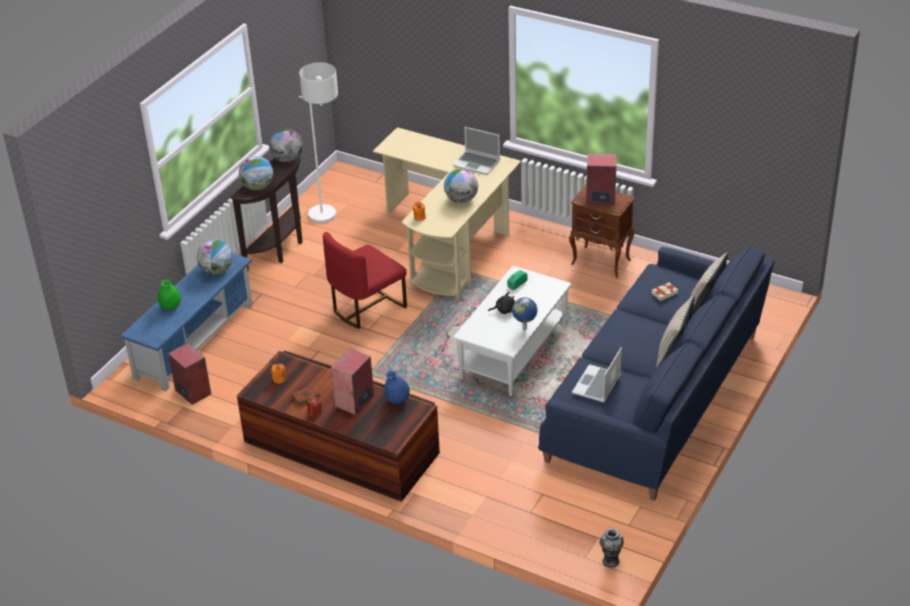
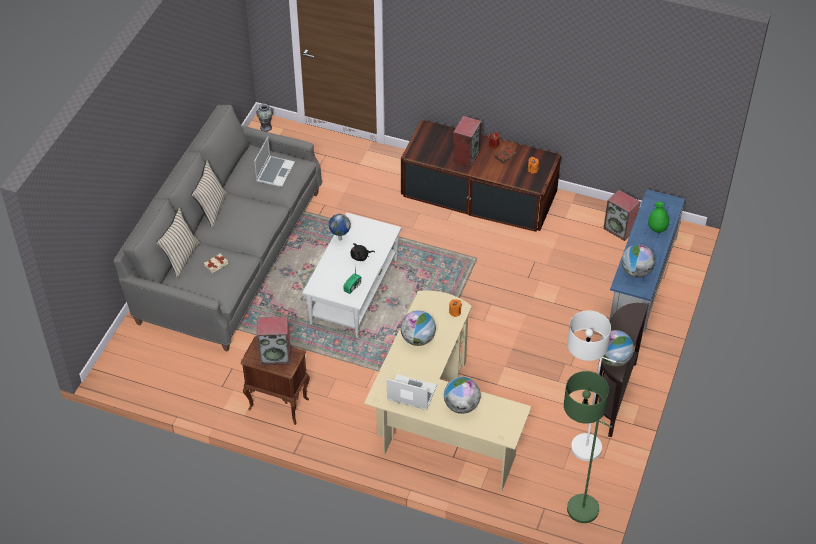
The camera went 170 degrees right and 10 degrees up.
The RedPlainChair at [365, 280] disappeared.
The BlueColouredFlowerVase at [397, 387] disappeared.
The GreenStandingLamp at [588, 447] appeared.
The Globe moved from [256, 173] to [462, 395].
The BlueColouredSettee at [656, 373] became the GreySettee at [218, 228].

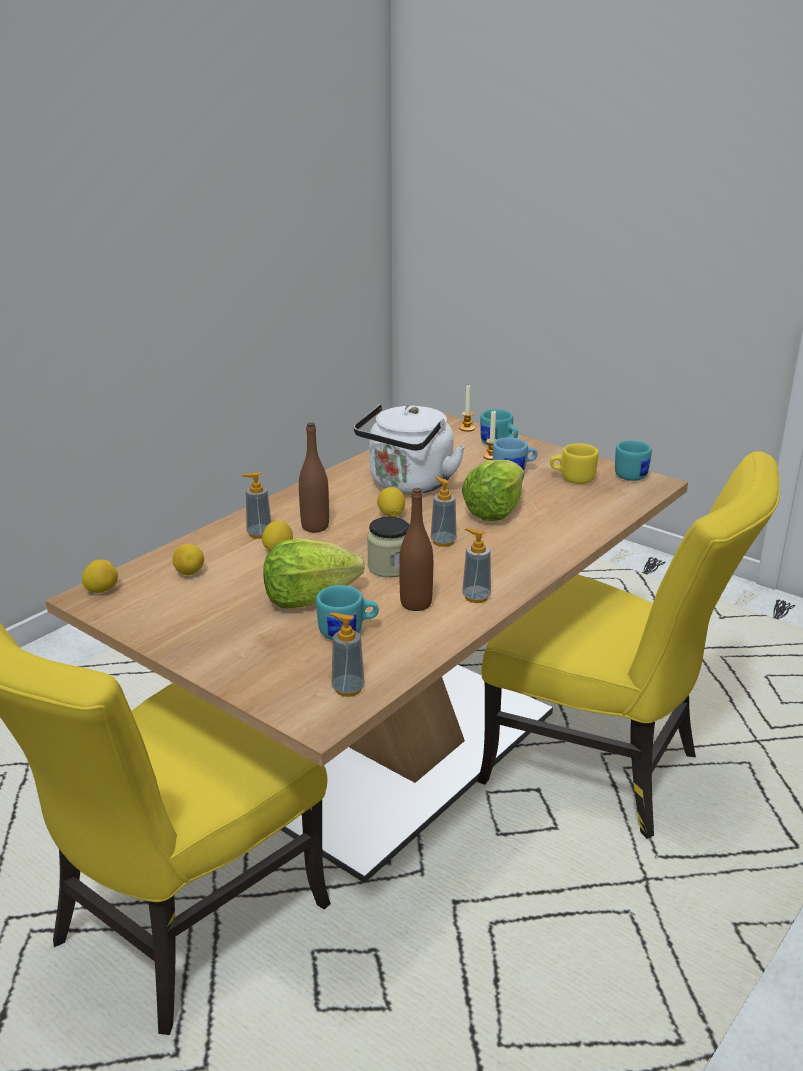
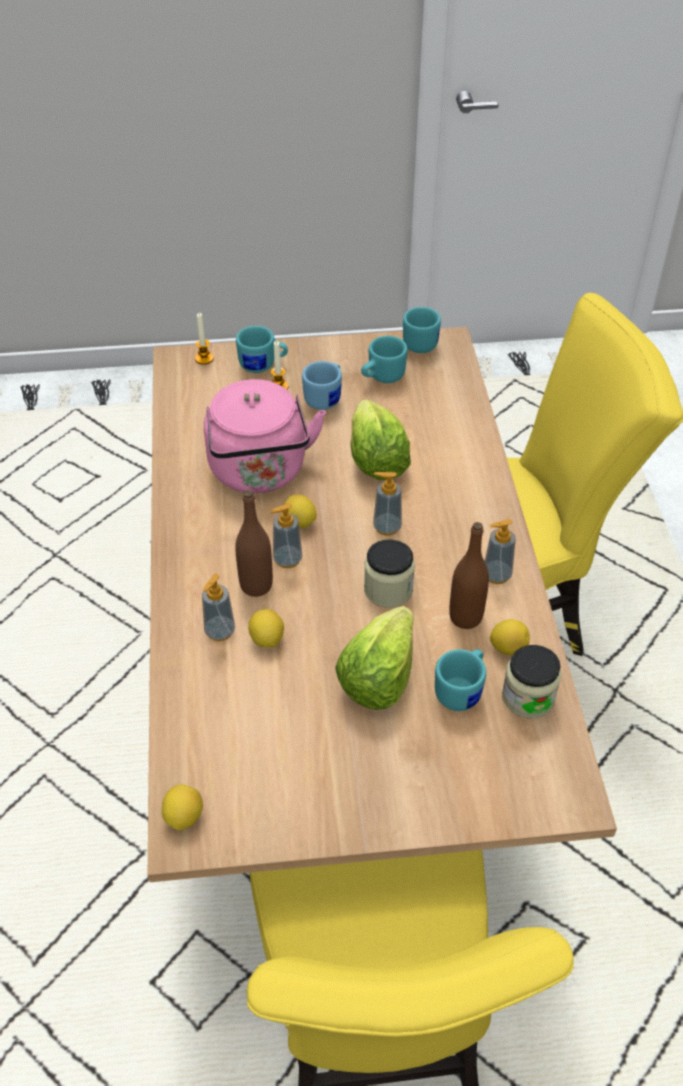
The camera went 45 degrees left and 20 degrees up.
The StorageJar at [531, 681] appeared.
The WholeLemon moved from [188, 559] to [510, 637].
The SoapBottle moved from [347, 655] to [286, 535].
The WhitishTeaKettle at [409, 449] became the PinkishTeaKettle at [265, 436].
The YellowColouredCoffeeMug at [574, 463] became the TurquoiseColouredCoffeeMug at [384, 359].

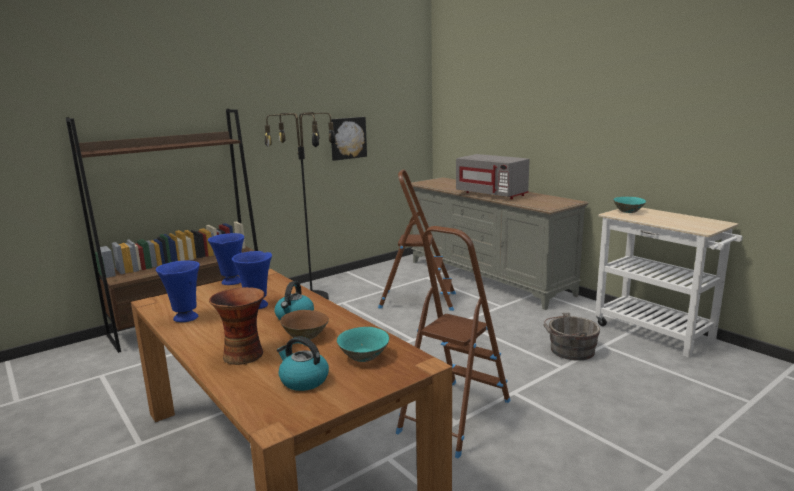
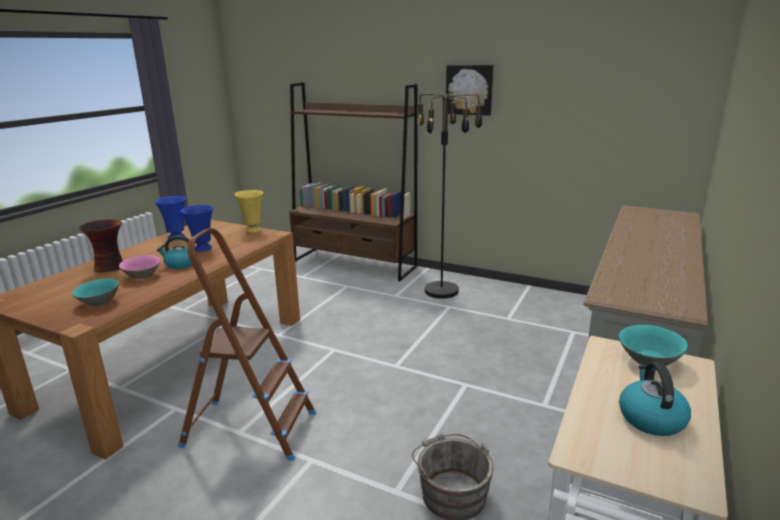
The camera went 65 degrees right and 5 degrees up.
The BrownColouredStepLadder at [417, 240] disappeared.
The GreyMicrowaveOven at [493, 176] disappeared.
The TeaKettle moved from [303, 363] to [655, 399].
The WallPicture moved from [349, 139] to [470, 90].
The BlueColouredFlowerVase at [226, 259] became the YellowColouredFlowerVase at [249, 211].
The BrownColouredBowl at [304, 325] became the PinkishBowl at [139, 267].

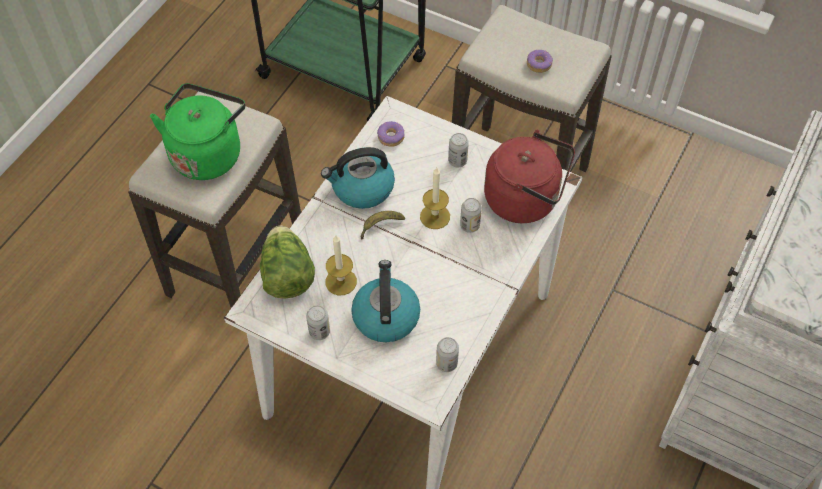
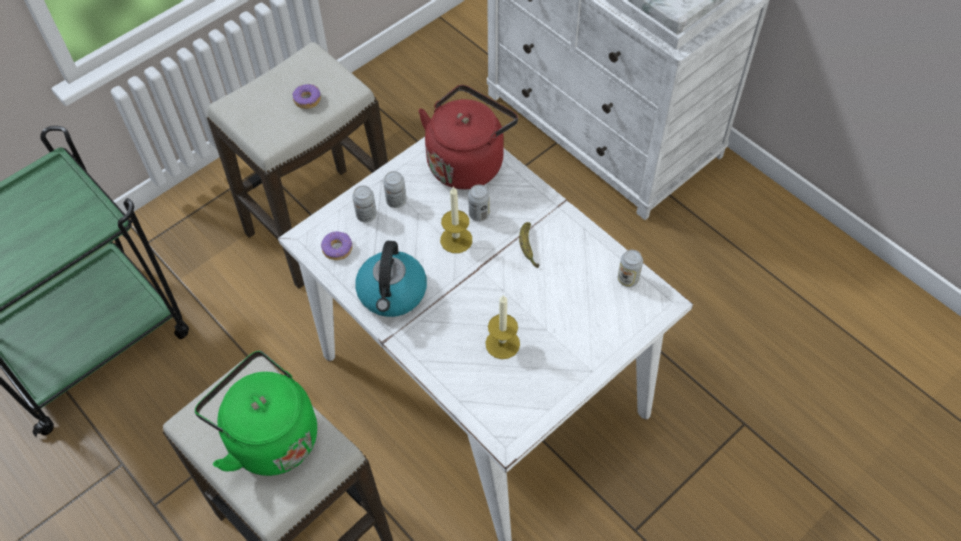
The camera went 70 degrees left and 0 degrees up.
The HeadOfLettuce at [287, 262] disappeared.
The TeaKettle at [385, 301] disappeared.
The SealedCan moved from [318, 322] to [364, 204].
The Banana moved from [382, 225] to [529, 245].

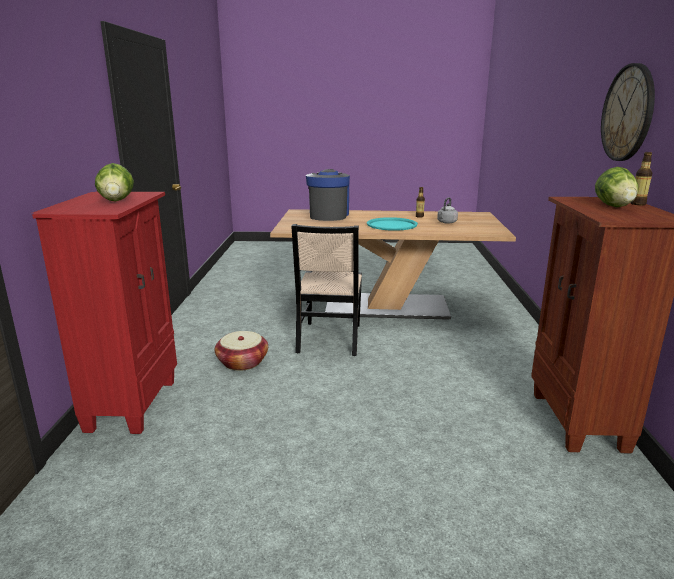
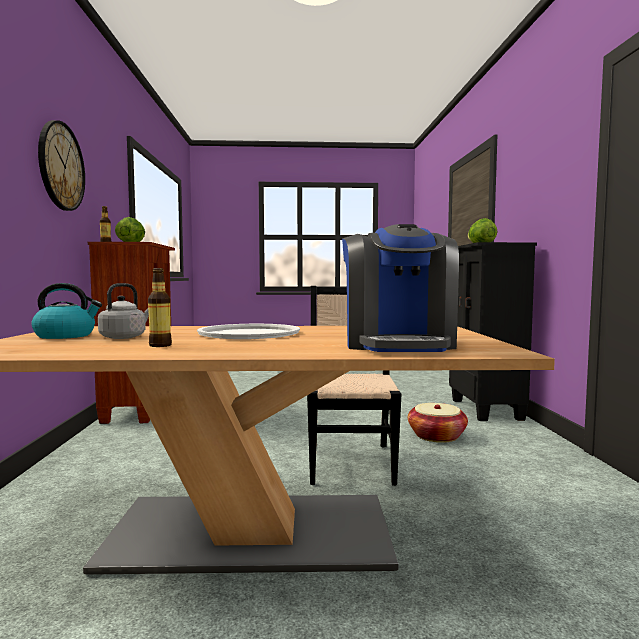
The camera went 175 degrees right and 15 degrees down.
The TeaKettle at [67, 311] appeared.
The RedCabinet at [104, 312] became the BlackColouredCabinet at [493, 331].
The TurquoiseColouredTray at [392, 224] became the WhitishTray at [248, 331].

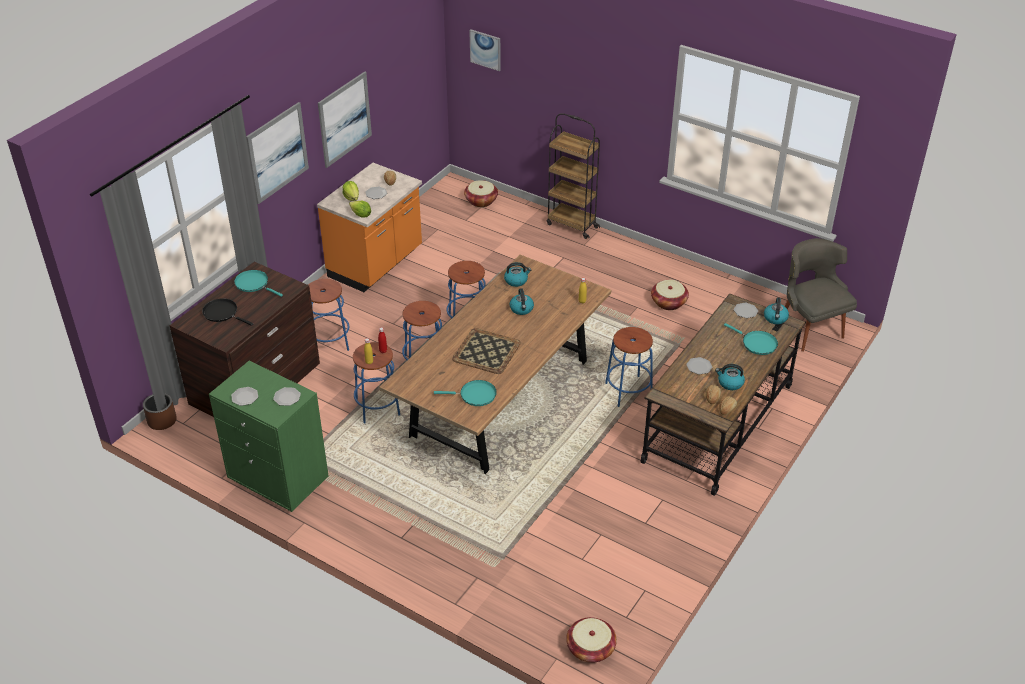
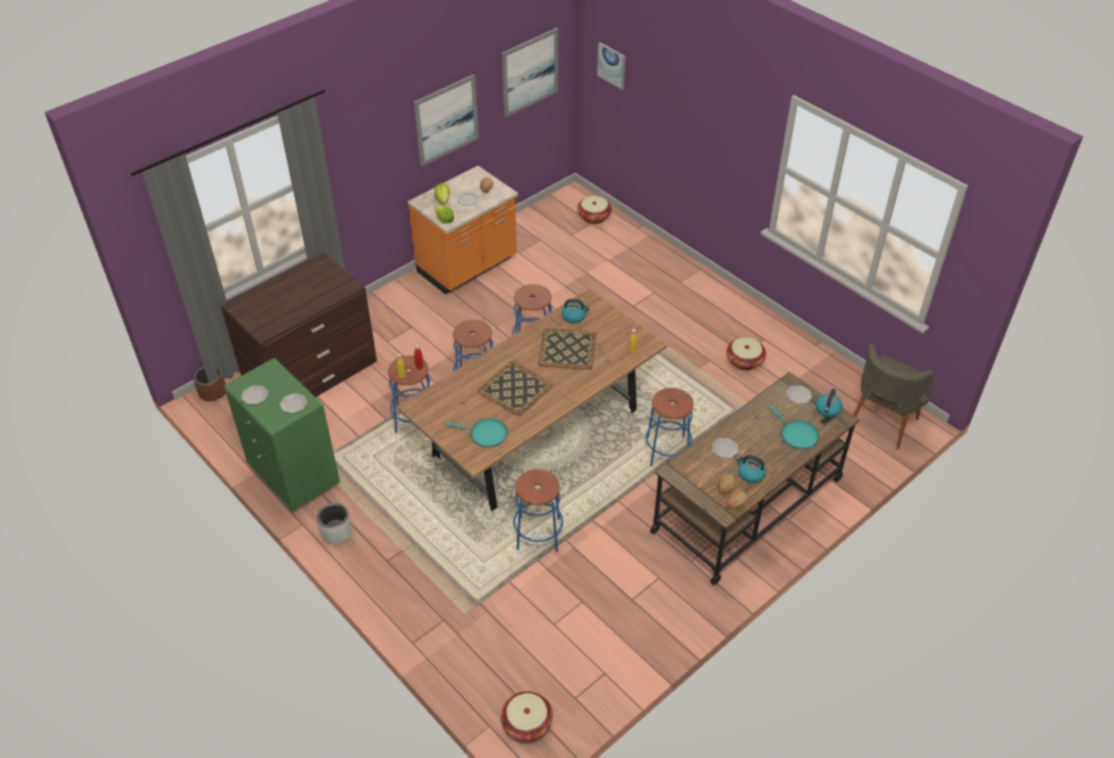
The camera went 15 degrees right and 5 degrees up.
The BlackColouredFryingPan at [227, 312] disappeared.
The TurquoiseColouredFryingPan at [258, 283] disappeared.
The BrownColouredWheeledCart at [573, 176] disappeared.
The GreyPlanter at [334, 523] appeared.
The WallPicture moved from [277, 153] to [530, 72].
The BlueColouredSittingStool moved from [328, 315] to [538, 510].
The TeaKettle at [522, 301] was replaced by the Tray at [567, 349].
The GreyPlainChair at [821, 295] turned 135 degrees counterclockwise.

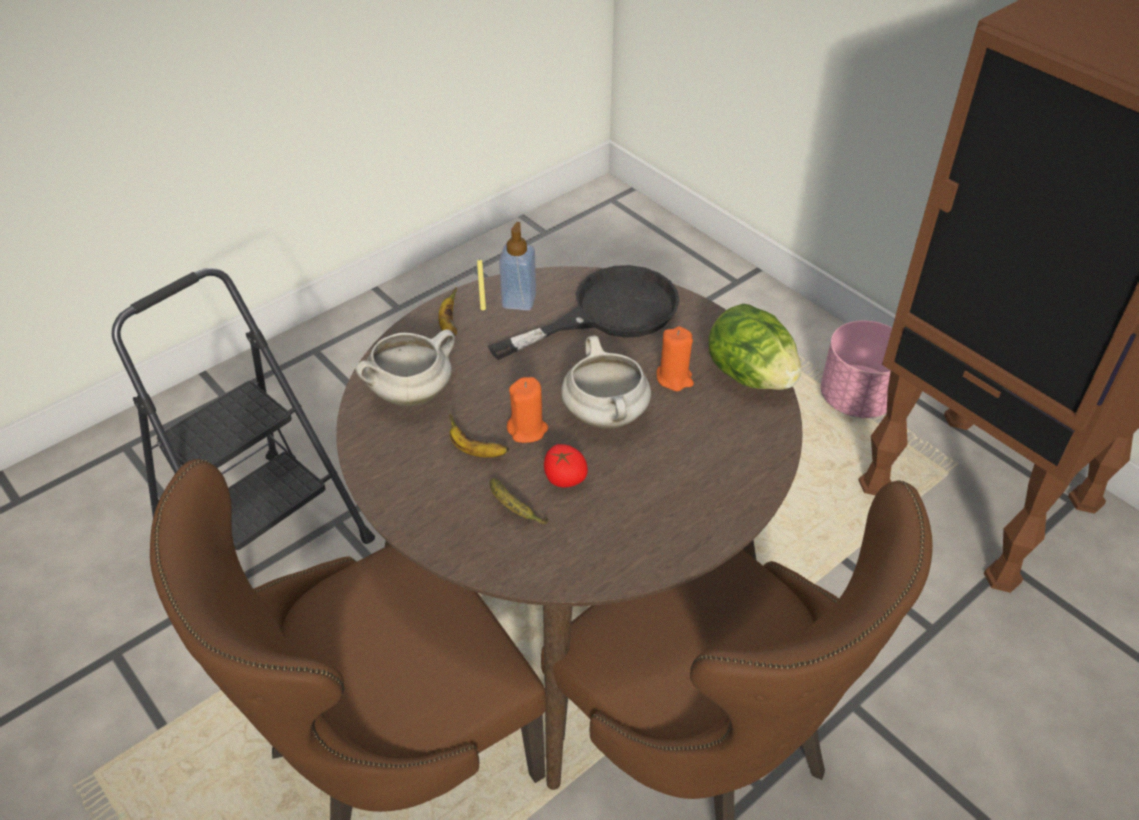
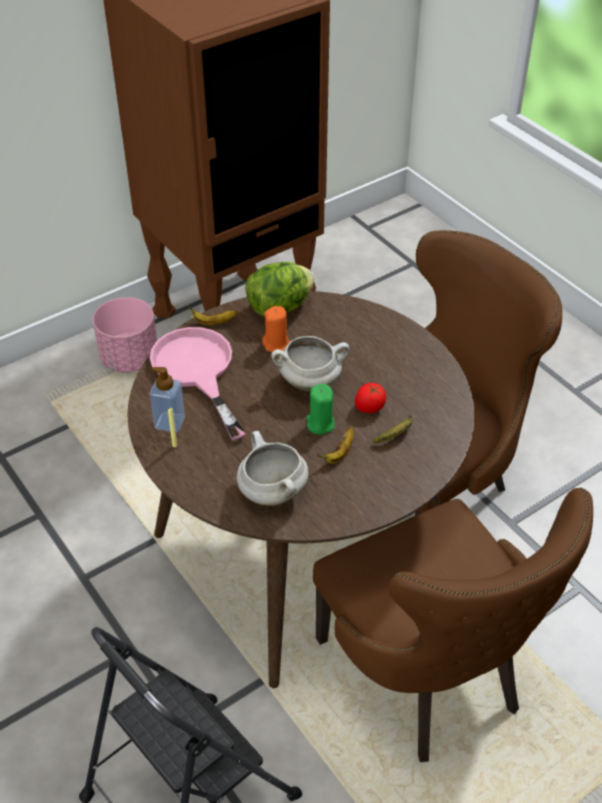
The camera went 85 degrees left and 0 degrees up.
The Banana moved from [447, 312] to [212, 315].
The BlackColouredFryingPan at [584, 312] became the PinkishFryingPan at [198, 383].
The OrangeWaxCandle at [527, 410] became the GreenWaxCandle at [320, 409].

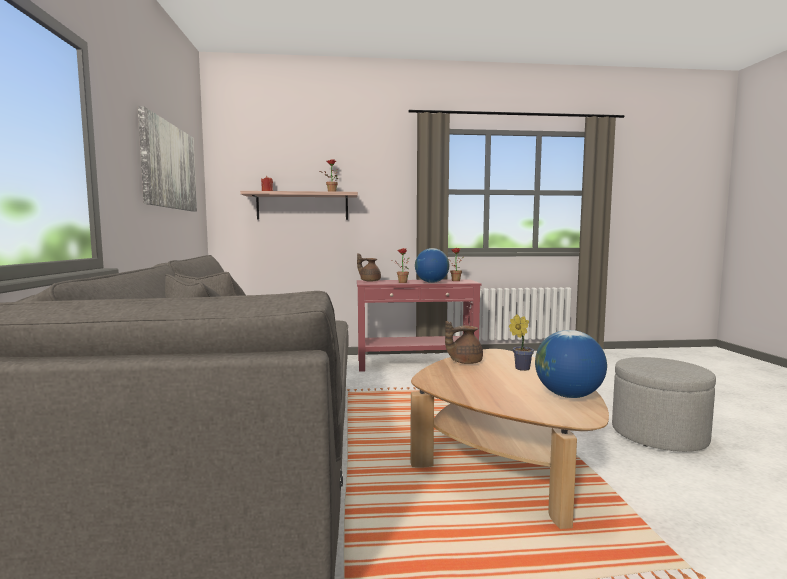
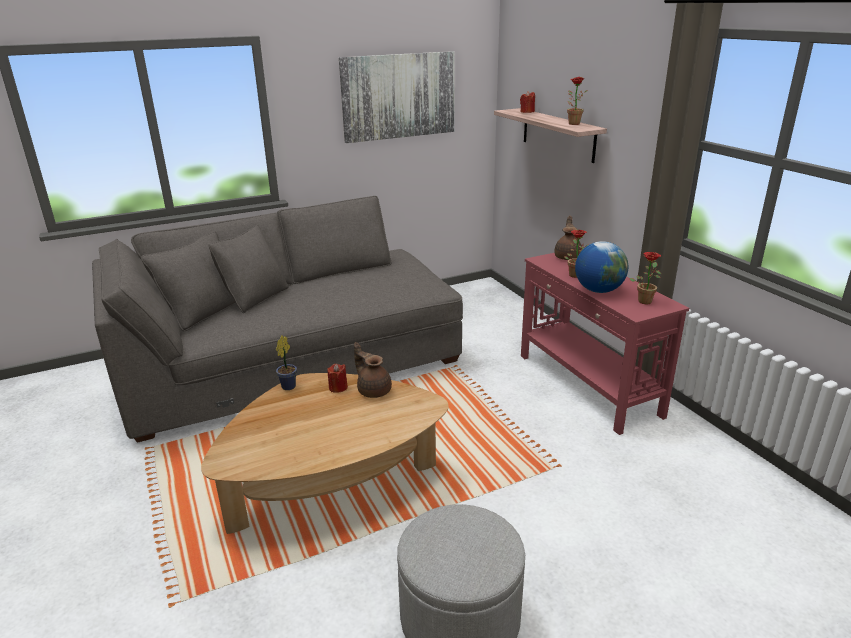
The camera went 70 degrees right and 20 degrees up.
The Globe at [571, 364] disappeared.
The RedWaxCandle at [337, 378] appeared.
The PottedPlant moved from [521, 342] to [286, 362].

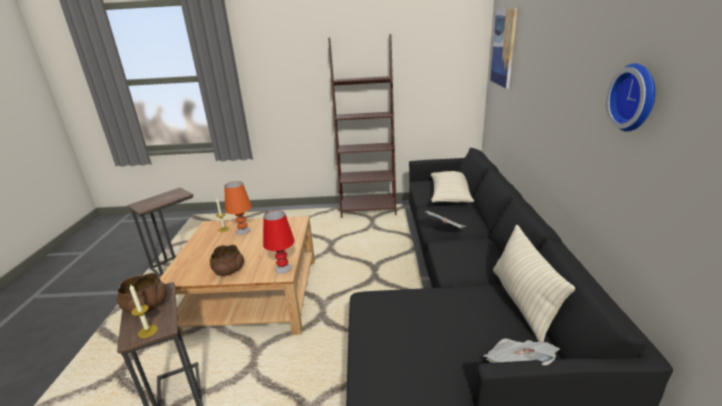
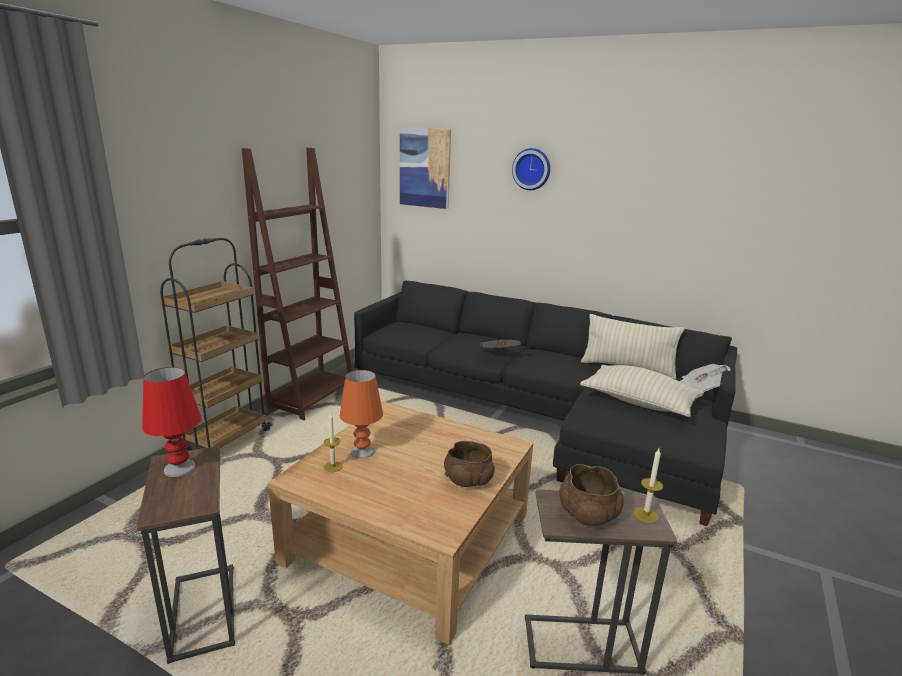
The camera went 65 degrees left and 5 degrees down.
The BrownColouredWheeledCart at [216, 344] appeared.
The RedLampForATable moved from [279, 242] to [171, 422].
The BeigeColouredThrowPillow moved from [452, 187] to [642, 391].
The ClockOnTheWall moved from [631, 97] to [531, 169].

